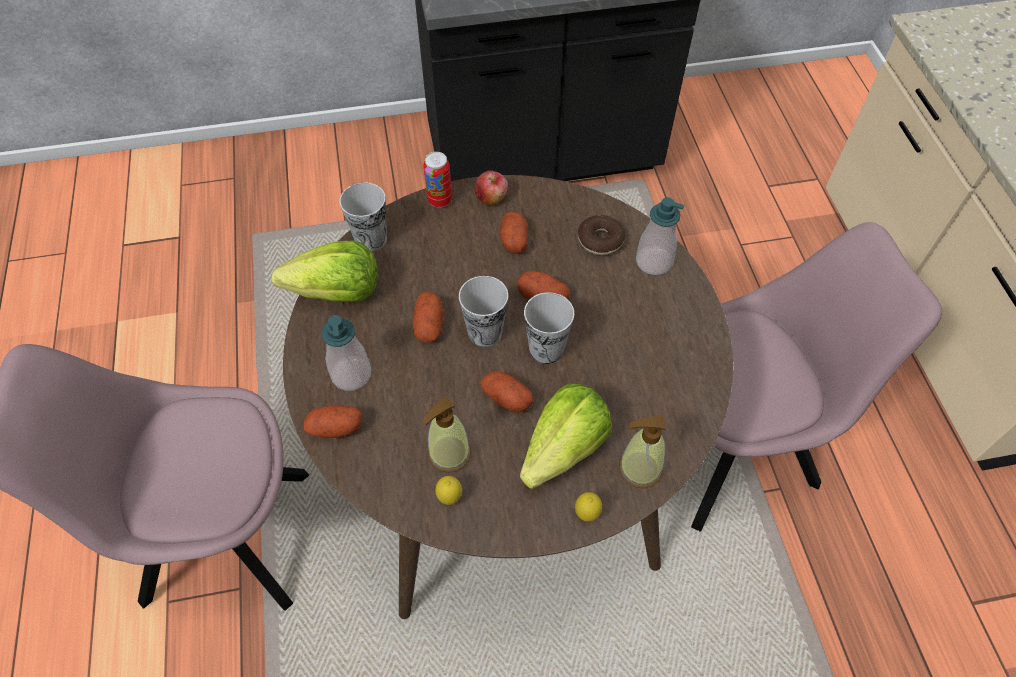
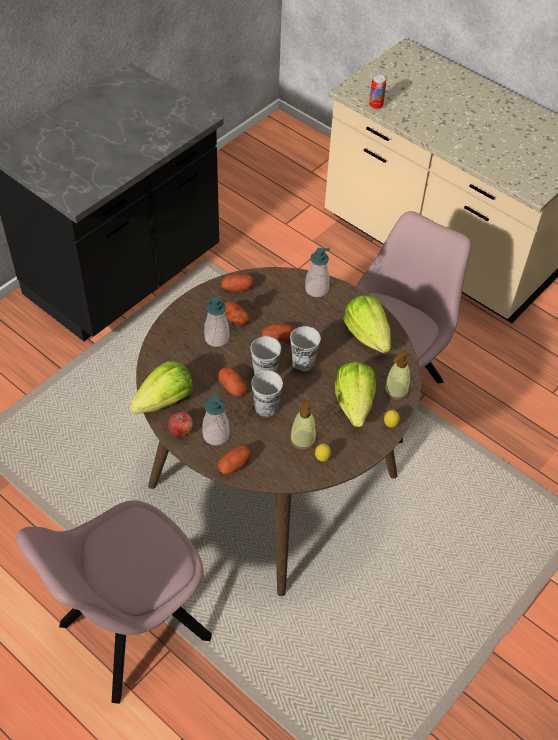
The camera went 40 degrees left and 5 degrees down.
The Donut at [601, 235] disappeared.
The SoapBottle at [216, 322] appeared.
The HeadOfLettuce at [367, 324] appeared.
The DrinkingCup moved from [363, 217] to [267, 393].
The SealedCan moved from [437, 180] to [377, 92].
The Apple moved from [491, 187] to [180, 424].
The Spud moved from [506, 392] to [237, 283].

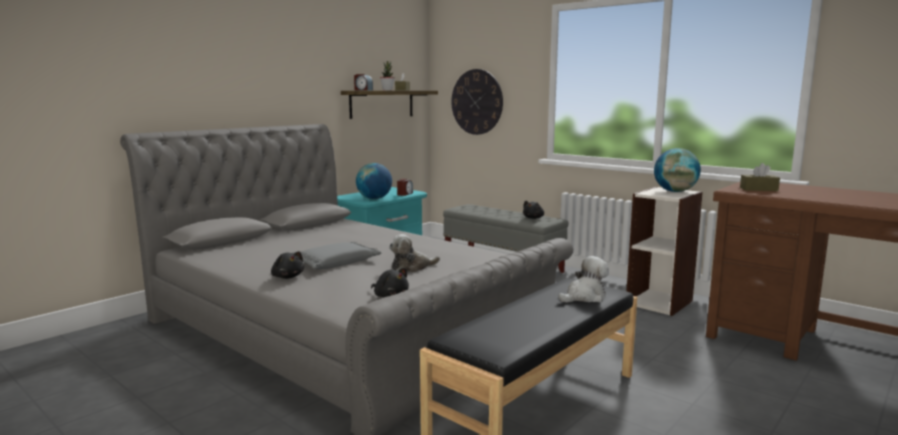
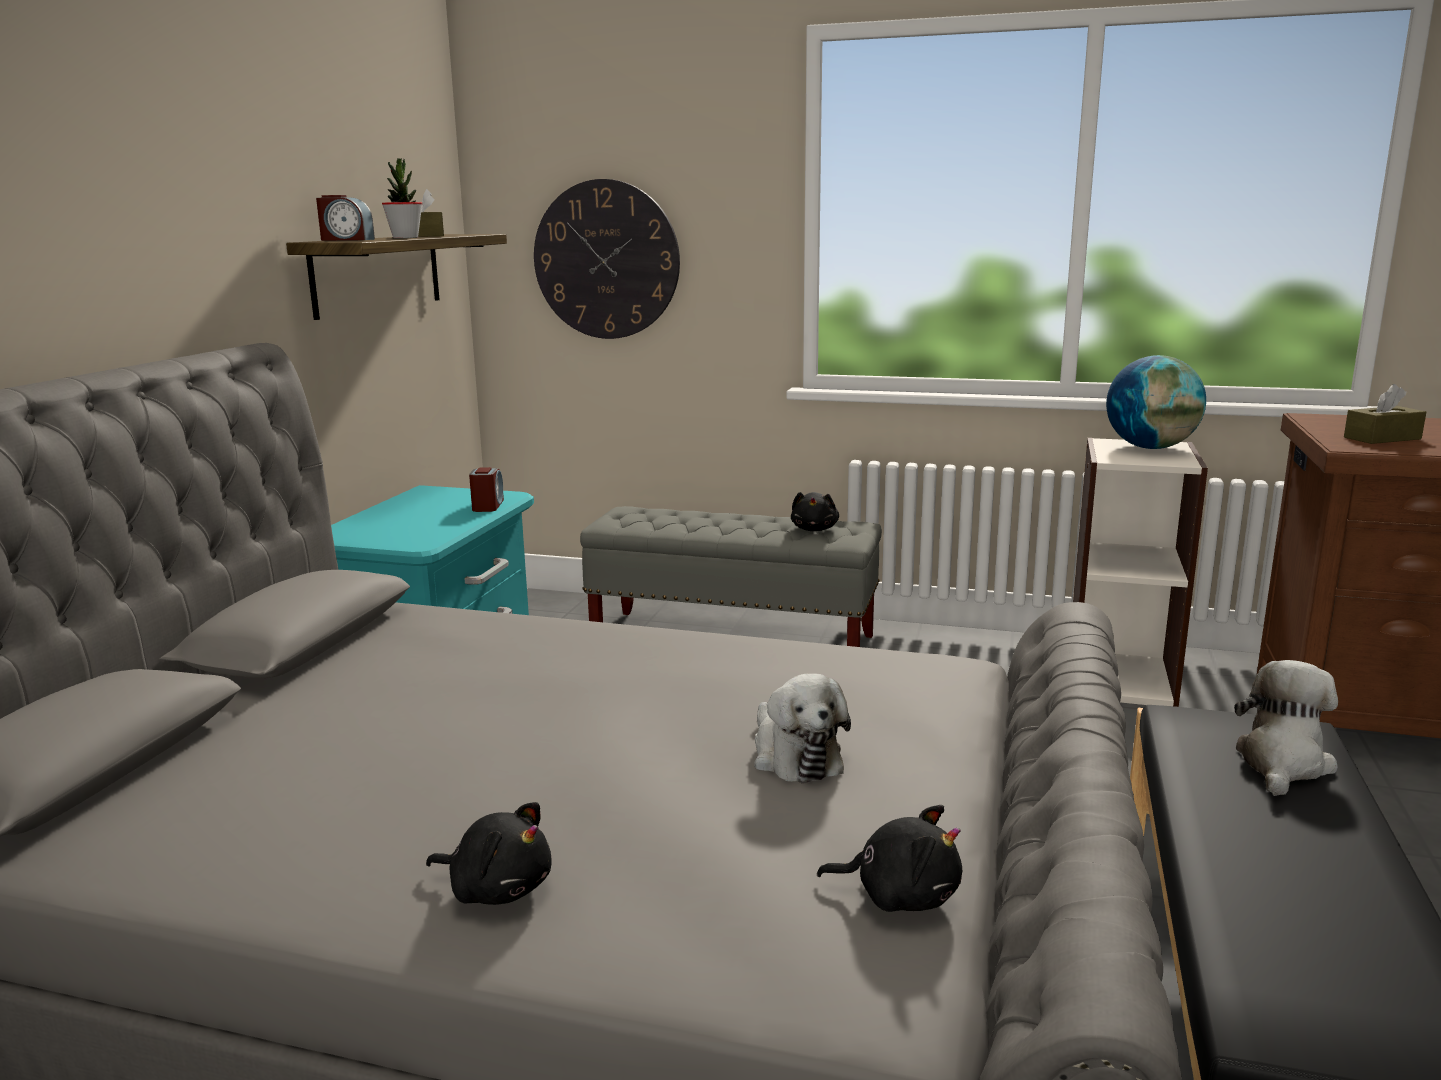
The camera went 25 degrees left and 5 degrees up.
The GreyThrowPillow at [337, 255] disappeared.
The Globe at [374, 181] disappeared.
The CuddlyToy at [414, 253] turned 60 degrees counterclockwise.

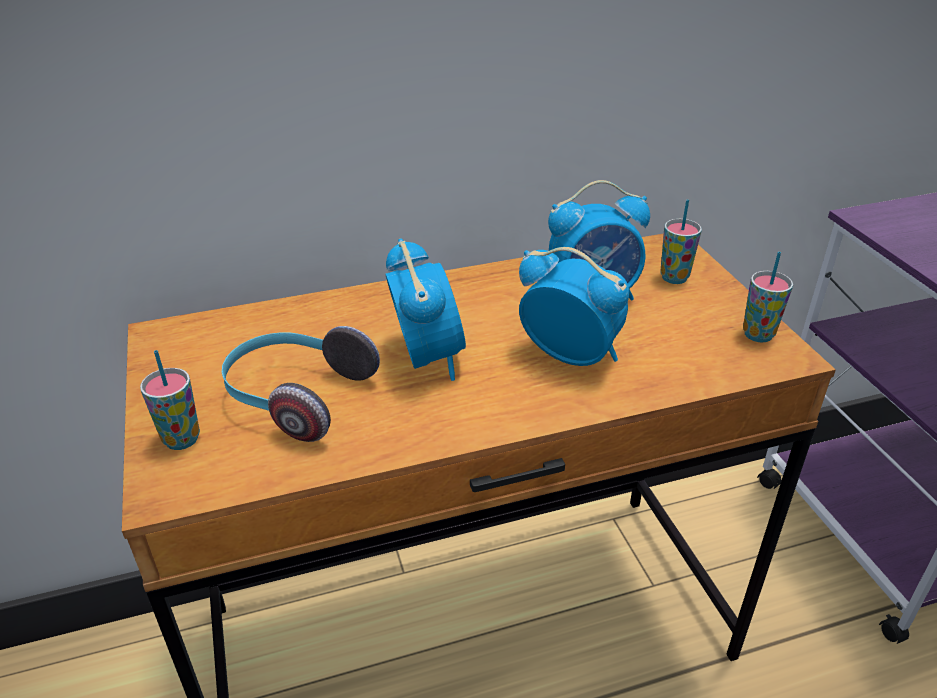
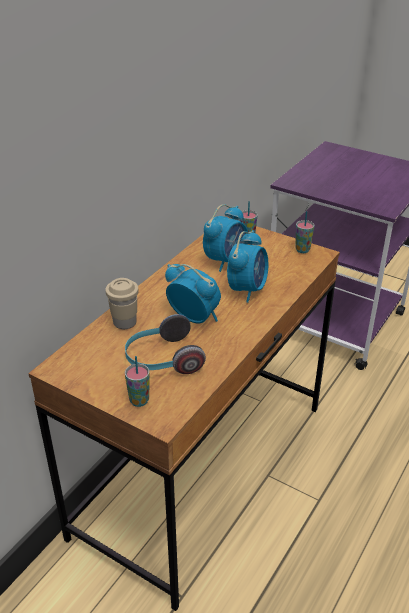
The camera went 40 degrees left and 0 degrees up.
The BeigeColouredDrinkingCup at [122, 303] appeared.
The TableClock at [574, 306] turned 120 degrees clockwise.

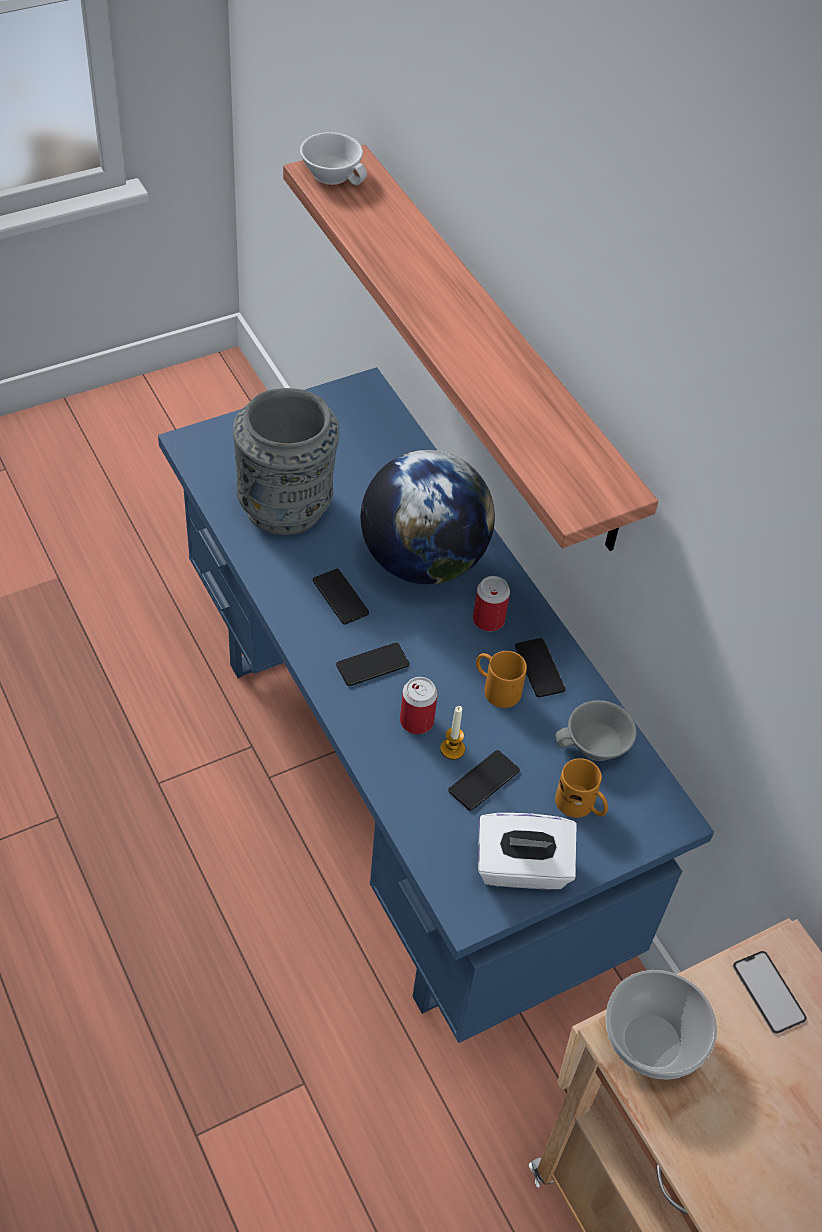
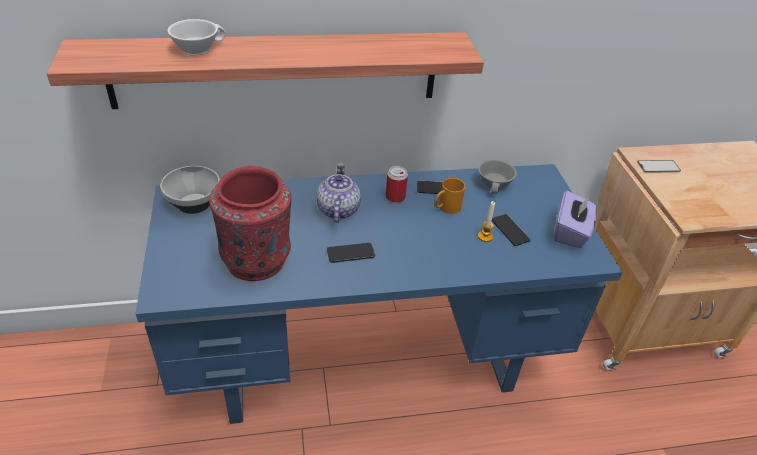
The camera went 70 degrees left and 10 degrees down.
The Handset at [373, 664] disappeared.
The SealedCan at [419, 705] disappeared.
The OrangeCoffeeMug at [581, 788] disappeared.
The WhitishDrinkingCup moved from [333, 158] to [196, 37].
The Bowl moved from [661, 1025] to [190, 190].
The Globe at [428, 517] was replaced by the TeaPot at [338, 193].
The GreyFlowerVase at [286, 461] became the RedFlowerVase at [250, 223].
The WhitishTissueHolder at [527, 851] became the PurpleTissueHolder at [575, 219].

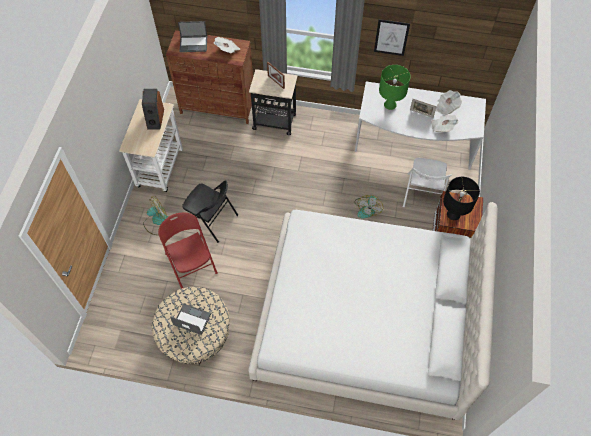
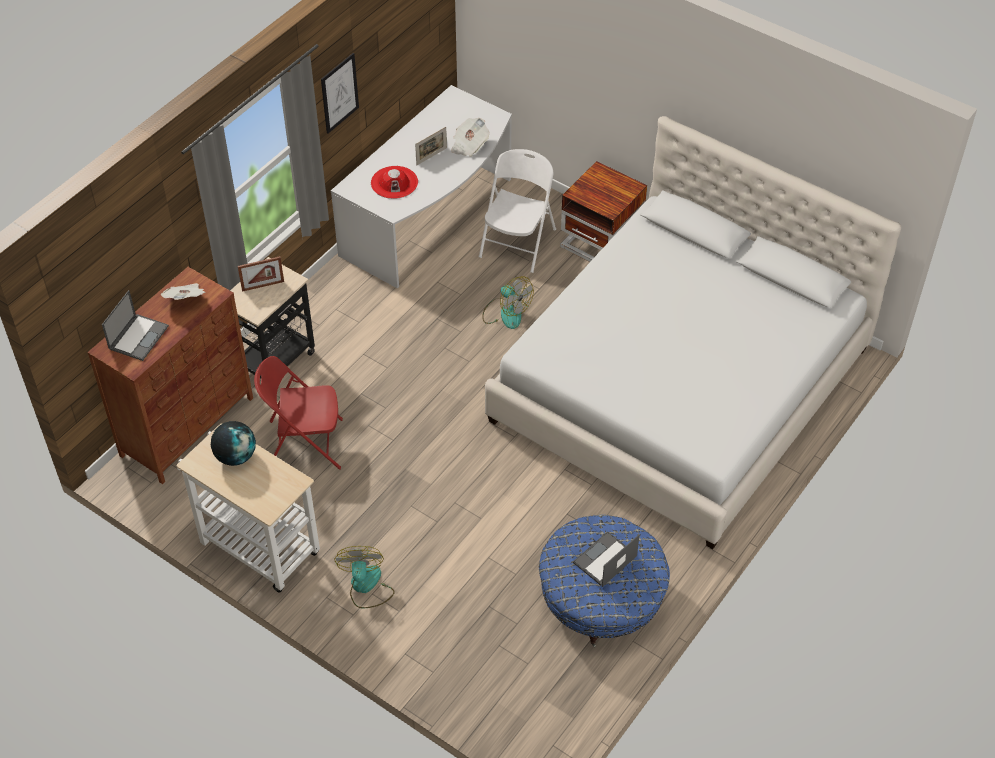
The camera went 65 degrees left and 10 degrees down.
The BlackColouredPlainChair at [210, 211] disappeared.
The PrintedPaper at [449, 102] disappeared.
The BlackColouredLampForATable at [461, 198] disappeared.
The RedPlainChair moved from [188, 251] to [298, 413].
The Loudspeaker at [153, 109] was replaced by the Globe at [233, 443].
The GreenLampForATable at [395, 87] was replaced by the RedHat at [394, 182].
The BeigeColouredFootrest at [191, 326] became the BlueColouredFootrest at [604, 581].
The WhitishPlainChair at [427, 182] turned 105 degrees counterclockwise.

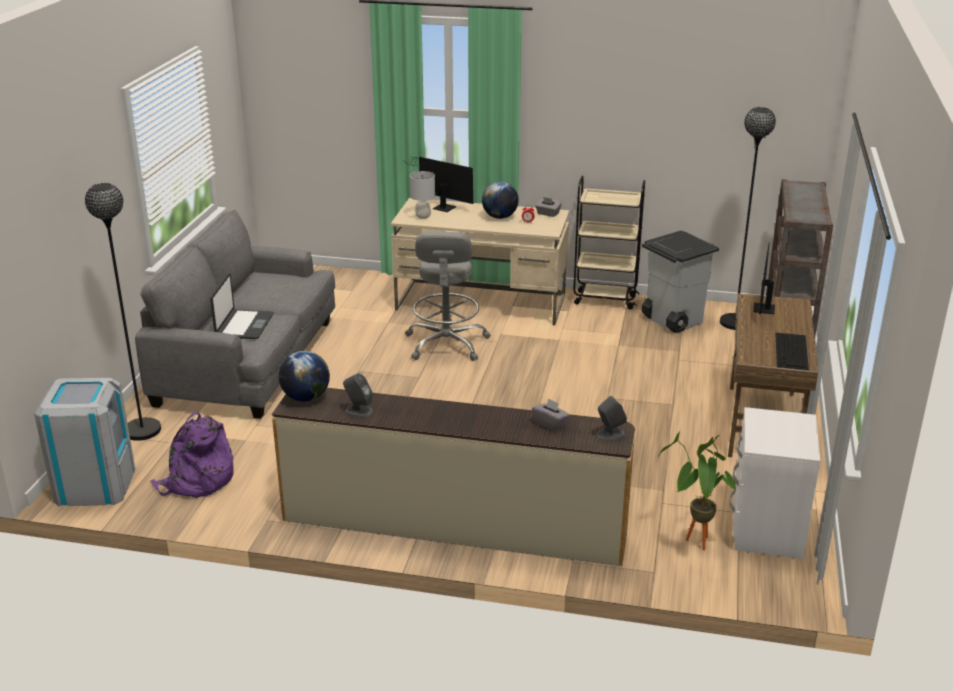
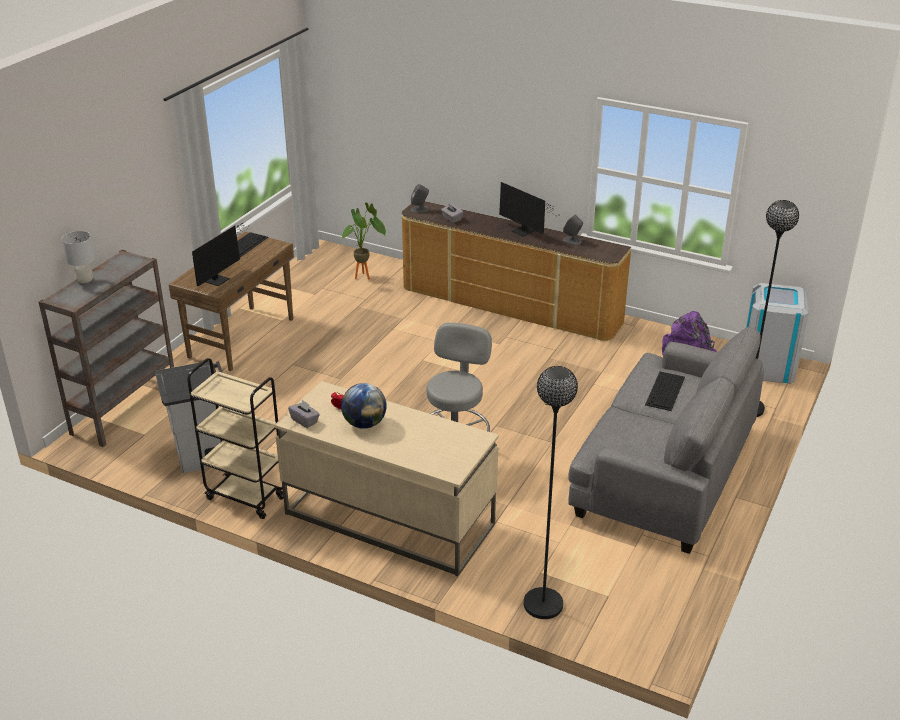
The camera went 165 degrees left and 5 degrees up.
The Globe at [304, 376] disappeared.
The WhitishNightstand at [774, 483] disappeared.
The Monitor moved from [440, 184] to [527, 209].
The GreyLampForATable moved from [422, 195] to [78, 257].
The BlackColouredStandingLamp moved from [748, 218] to [551, 492].
The Laptop at [242, 306] was replaced by the ComputerKeyboard at [665, 391].

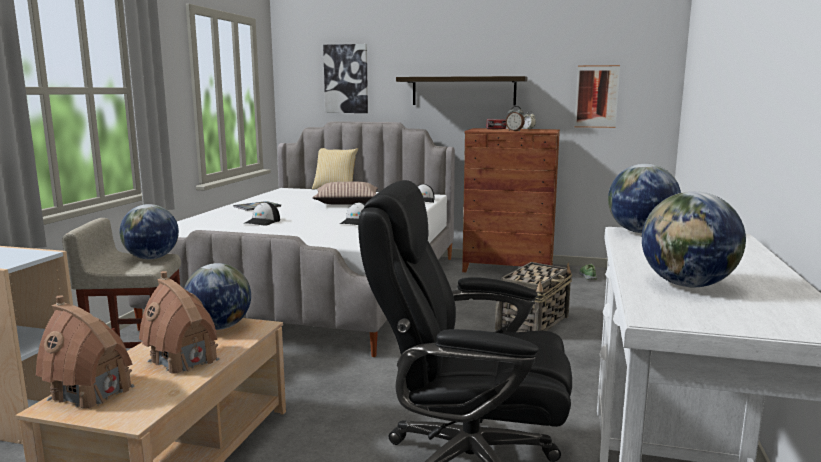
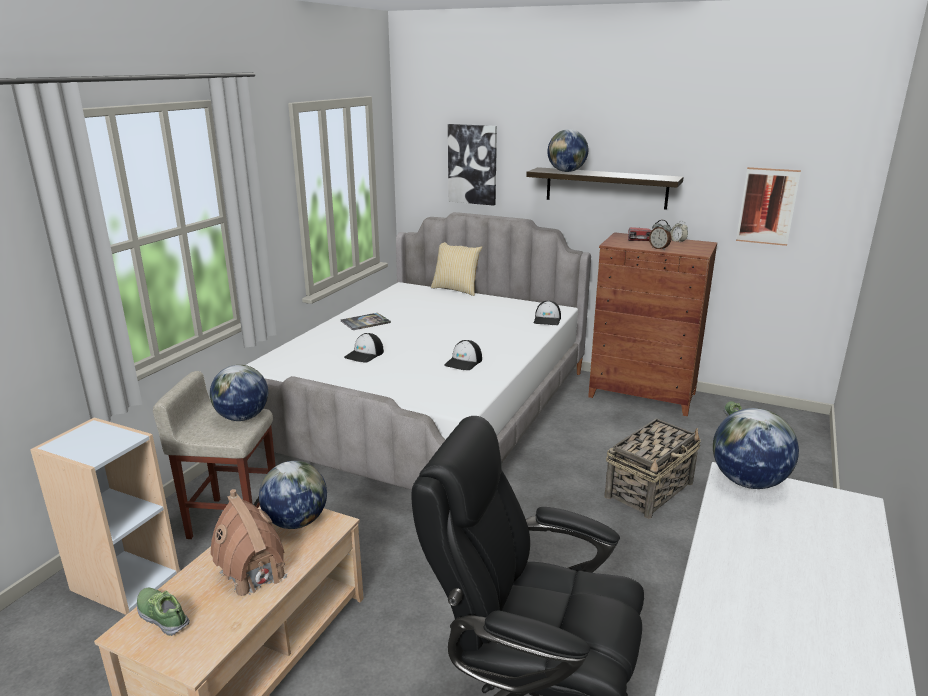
The camera went 10 degrees right and 10 degrees up.
The ThrowPillow at [345, 193] disappeared.
The Globe moved from [694, 239] to [568, 150].
The MiniatureHouse at [85, 352] was replaced by the ItemOfFootwear at [163, 612].

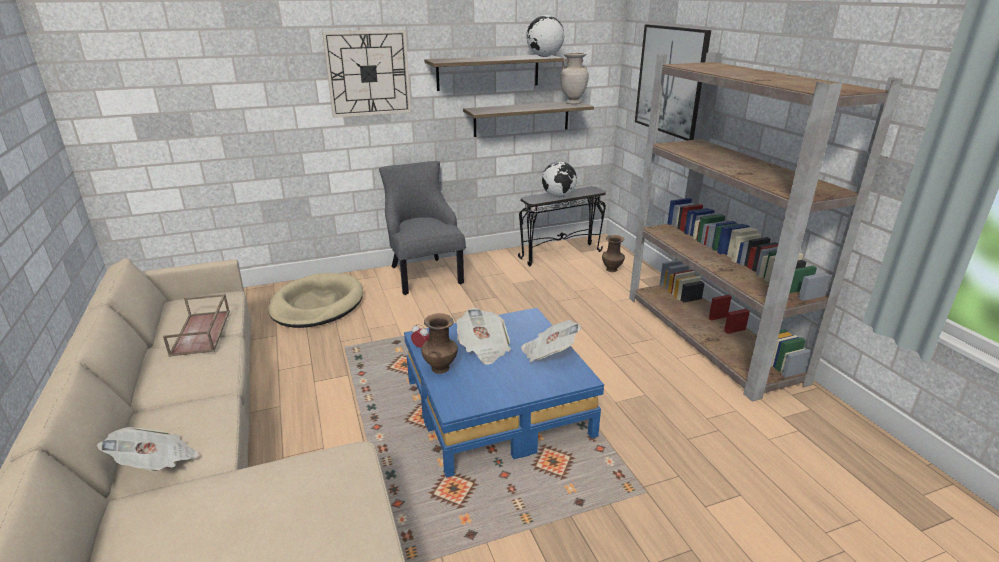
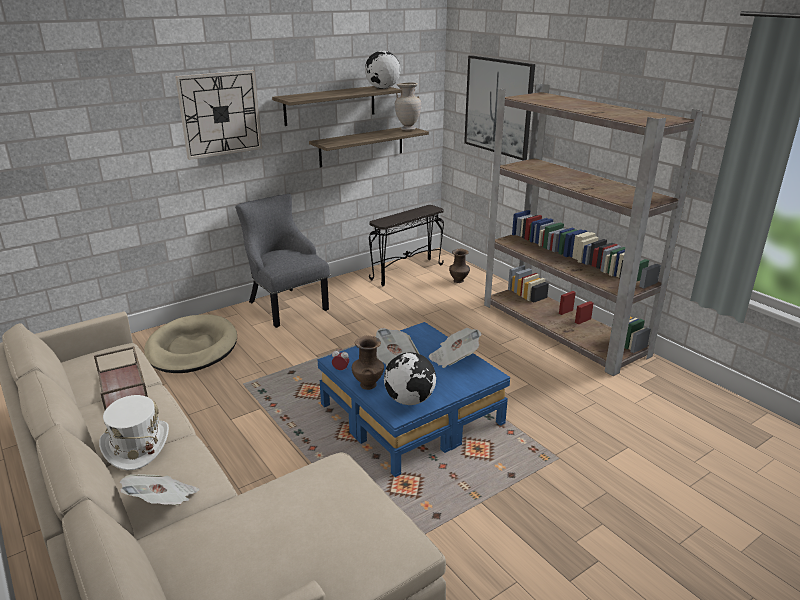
The camera went 15 degrees left and 0 degrees up.
The WhitishHat at [134, 432] appeared.
The Globe moved from [559, 179] to [410, 378].

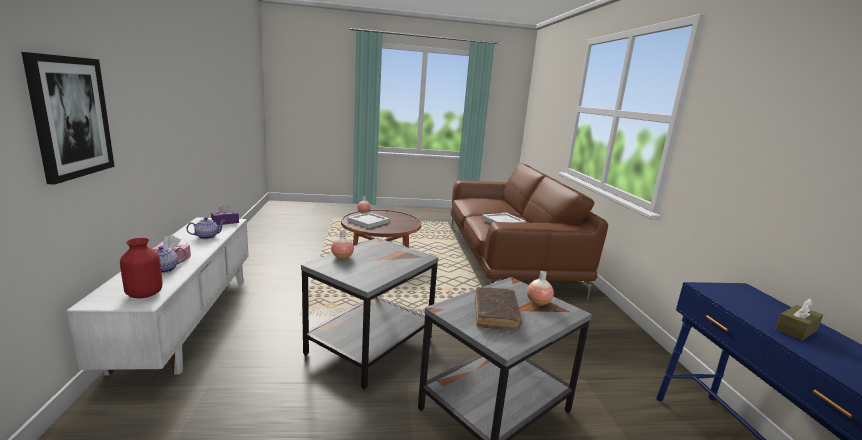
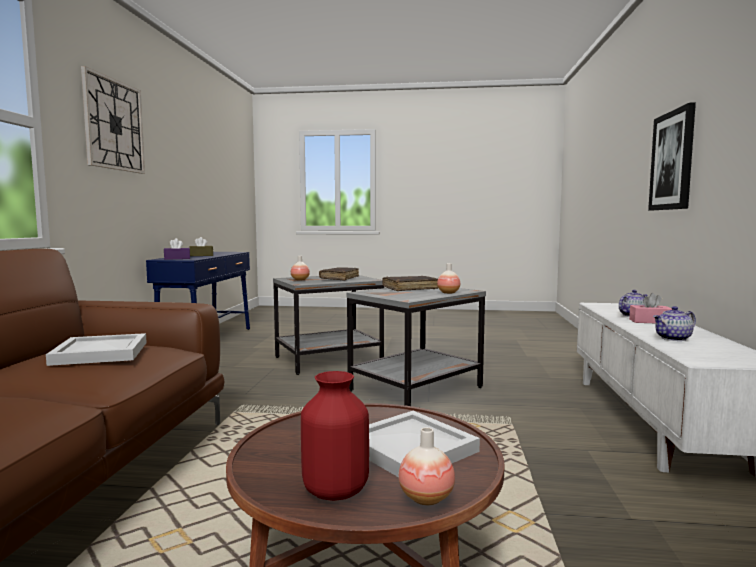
The camera went 165 degrees left and 10 degrees down.
The ClockOnTheWall at [113, 120] appeared.
The BrownColouredVolume at [410, 283] appeared.
The RedFlowerVase moved from [141, 268] to [335, 436].
The PurpleTissueHolder moved from [225, 214] to [177, 249].

